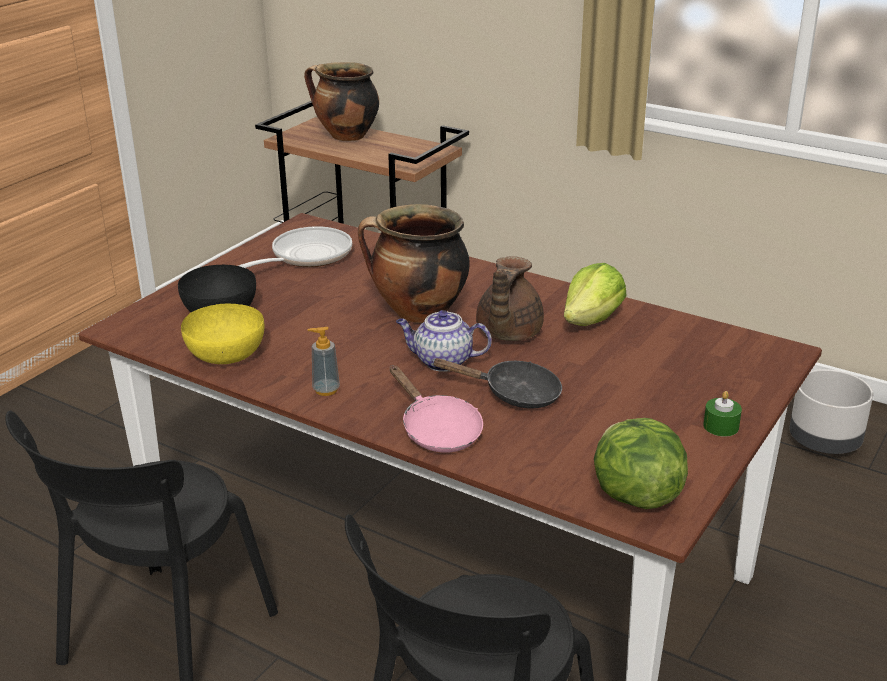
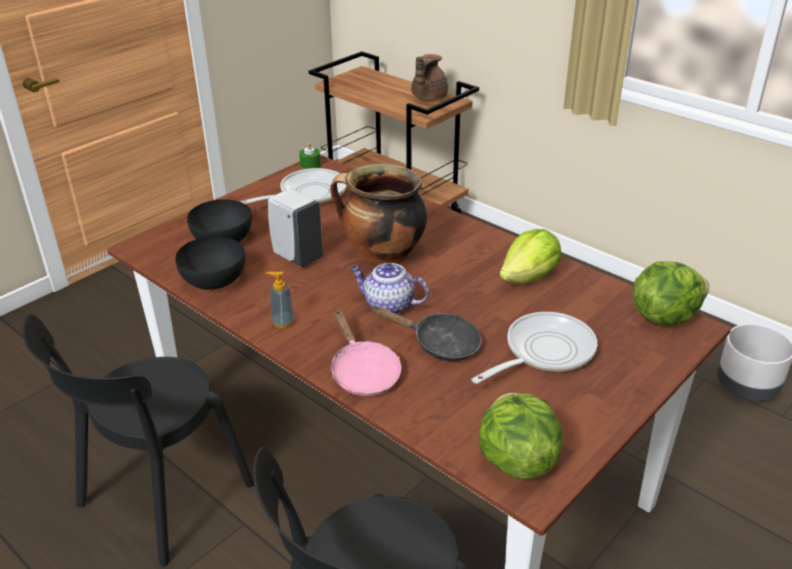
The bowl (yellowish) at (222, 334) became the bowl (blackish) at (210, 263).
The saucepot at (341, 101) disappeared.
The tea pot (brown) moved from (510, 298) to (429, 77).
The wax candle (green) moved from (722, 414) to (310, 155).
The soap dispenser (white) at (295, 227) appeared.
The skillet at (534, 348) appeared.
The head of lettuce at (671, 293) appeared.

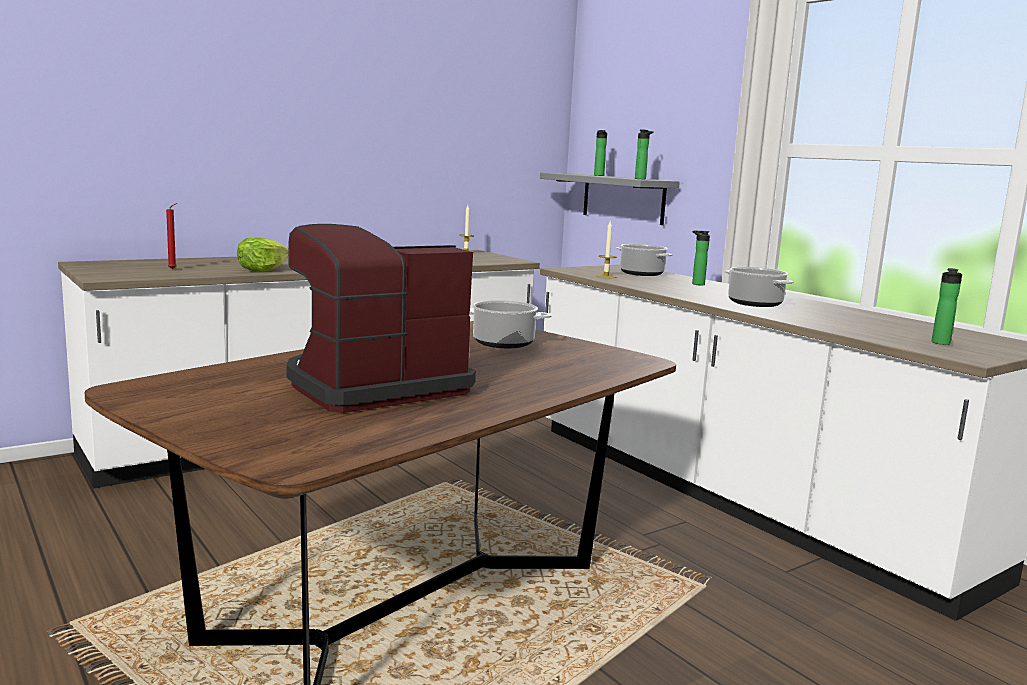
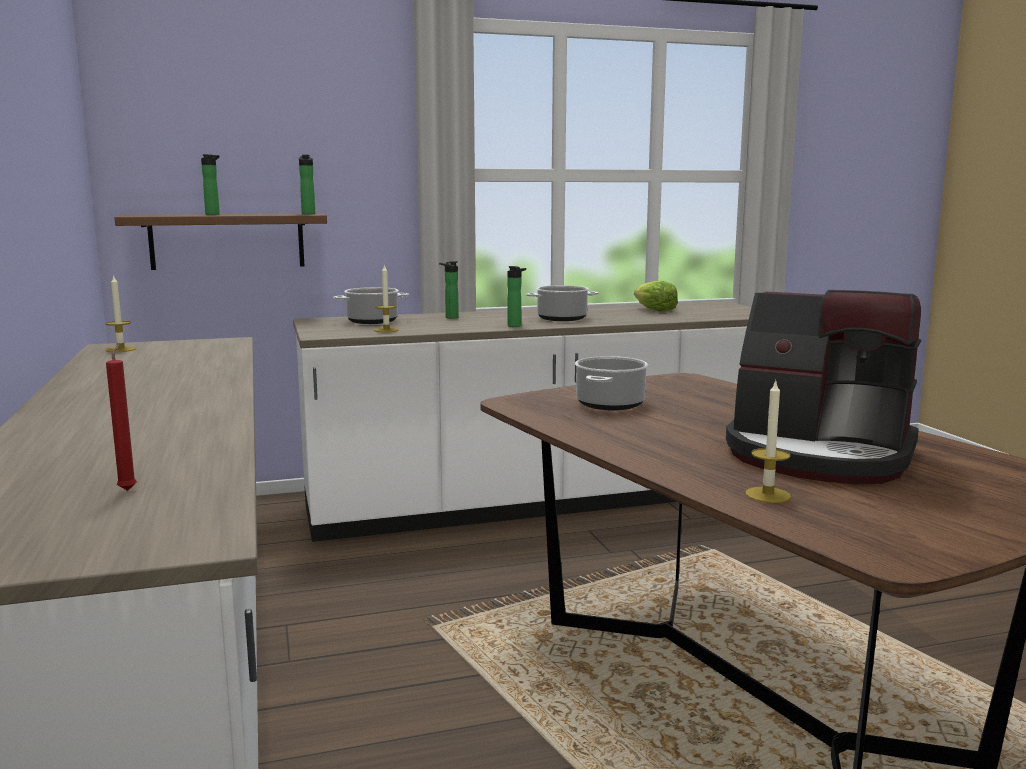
The head of lettuce moved from (263, 254) to (656, 296).
The coffee machine at (381, 318) turned 45 degrees counterclockwise.
The bracket shelf (grey) at (610, 199) became the bracket shelf (brown) at (220, 241).
The beverage bottle moved from (946, 306) to (516, 296).
The wax candle at (768, 441) appeared.

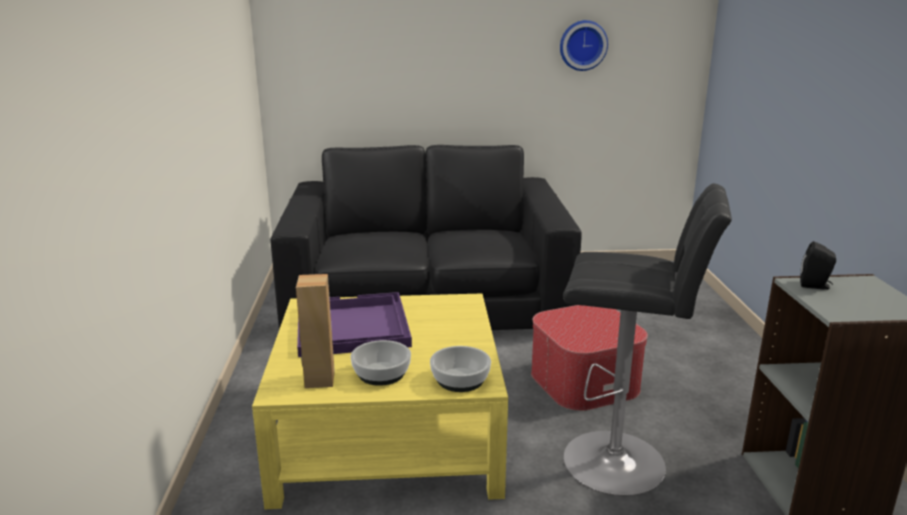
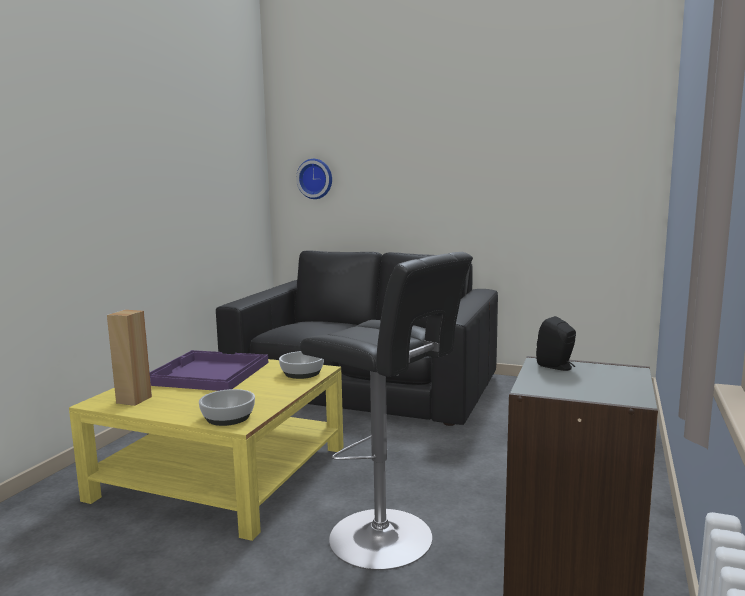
The bowl moved from (381, 363) to (301, 365).
The pouffe at (589, 358) disappeared.
The clock on the wall moved from (584, 45) to (314, 179).

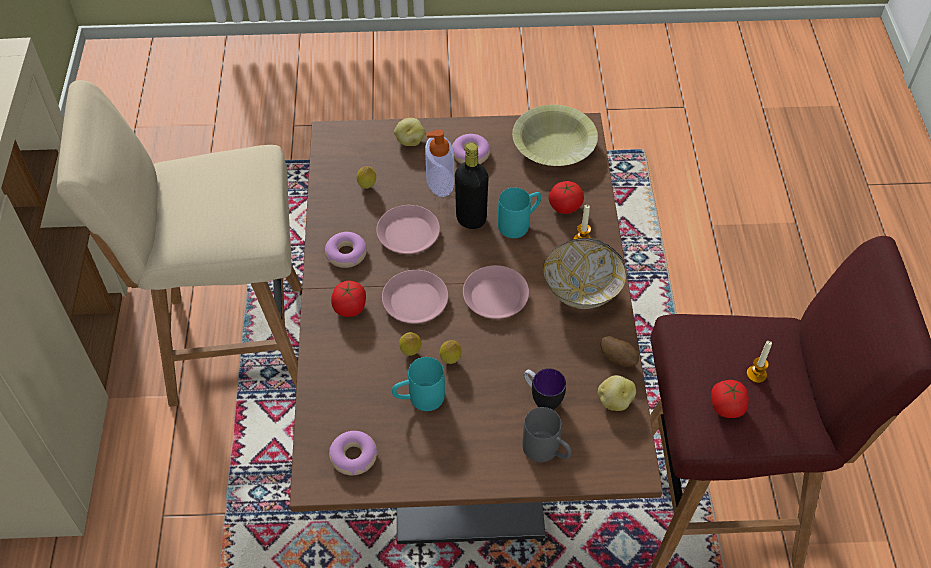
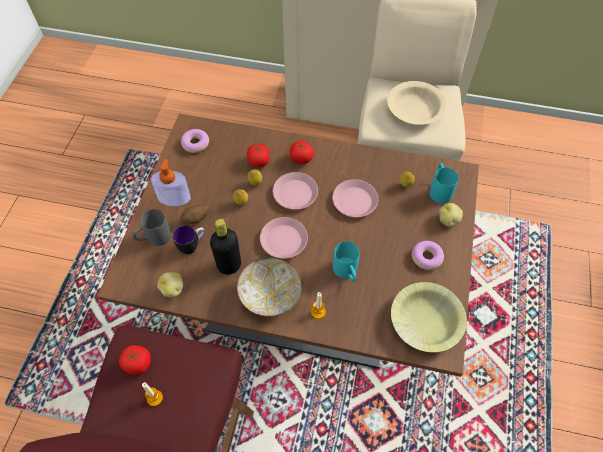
The donut at (346, 250) disappeared.
The tea mug (turquoise-coloured) moved from (418, 384) to (444, 183).
The soap dispenser moved from (439, 163) to (171, 182).
The beverage bottle (blackish) moved from (471, 186) to (225, 247).
The fresh tomato moved from (566, 197) to (258, 155).
The potato moved from (619, 351) to (194, 214).
The bowl (sand-coloured) at (417, 103) appeared.

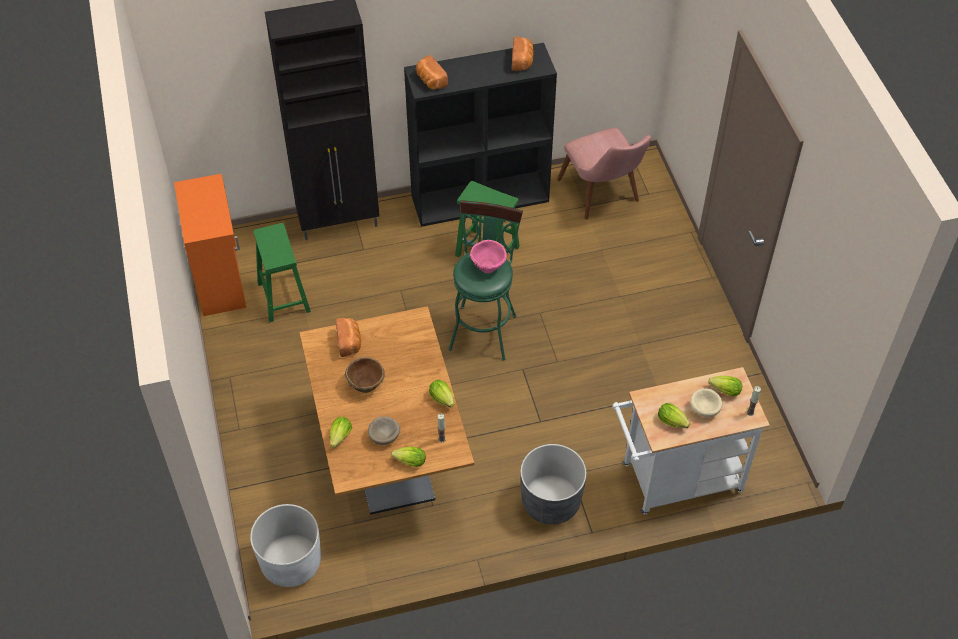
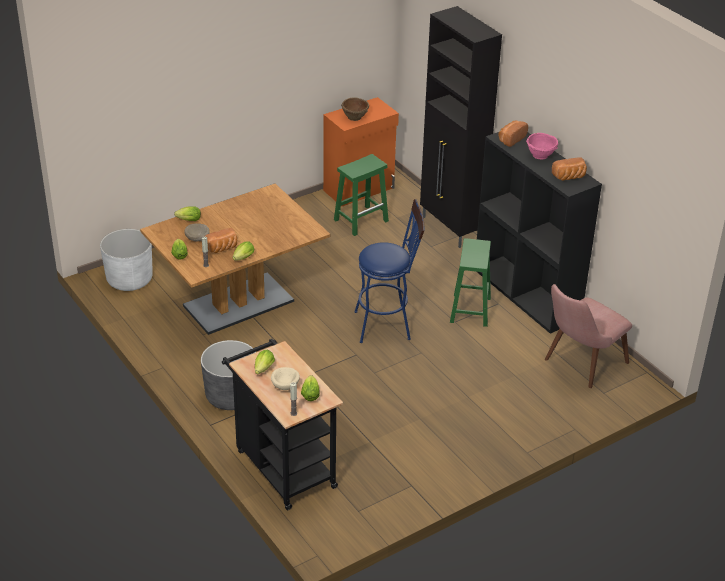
The bread moved from (348, 337) to (221, 240).
The bowl (brown) moved from (365, 375) to (355, 109).
The sitting stool (green) at (486, 280) became the sitting stool (blue-coloured) at (389, 271).
The bowl (pinkish) moved from (488, 256) to (542, 146).
The trolley (white) at (691, 441) became the trolley (blackish) at (282, 424).

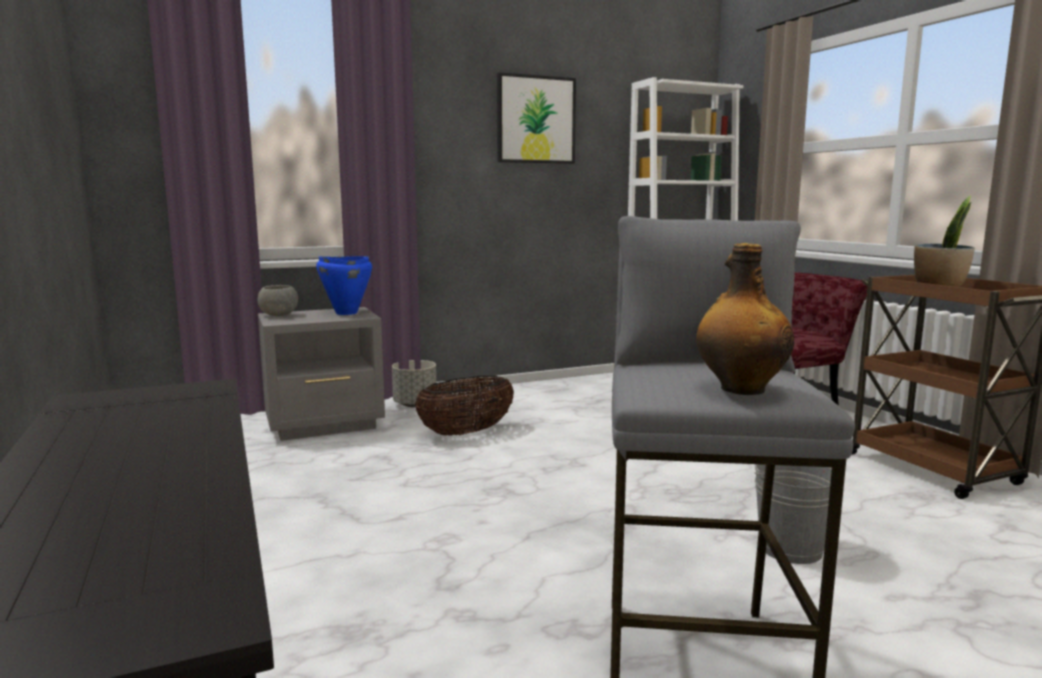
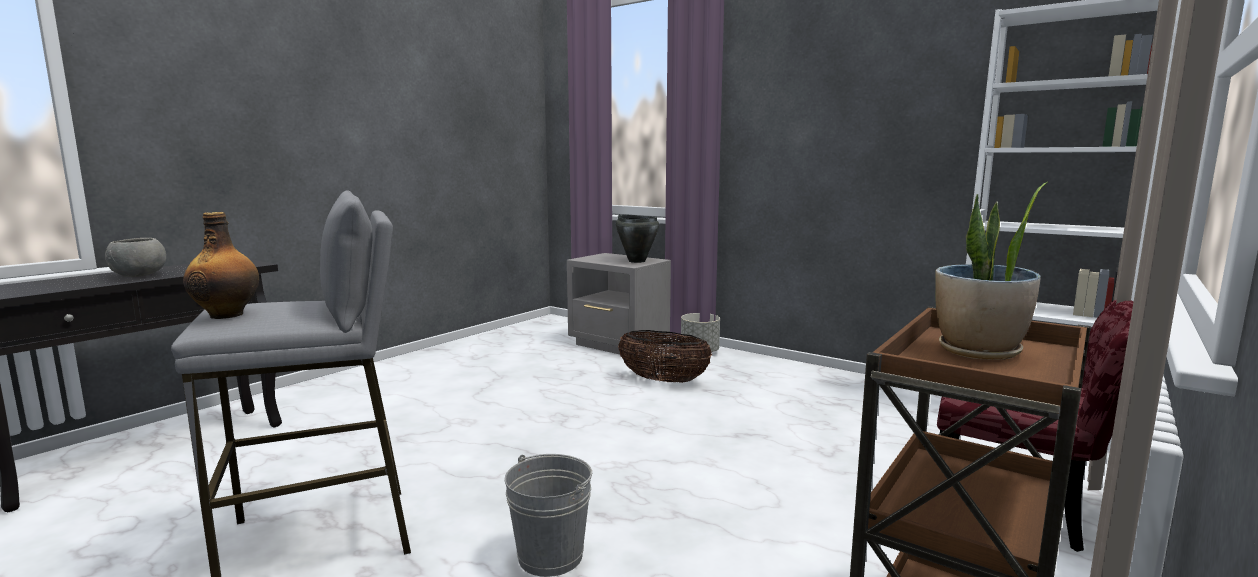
The bowl (grey) moved from (278, 300) to (135, 257).
The saucepot (blue-coloured) at (344, 285) became the saucepot (blackish) at (637, 238).
The picture at (536, 118) disappeared.

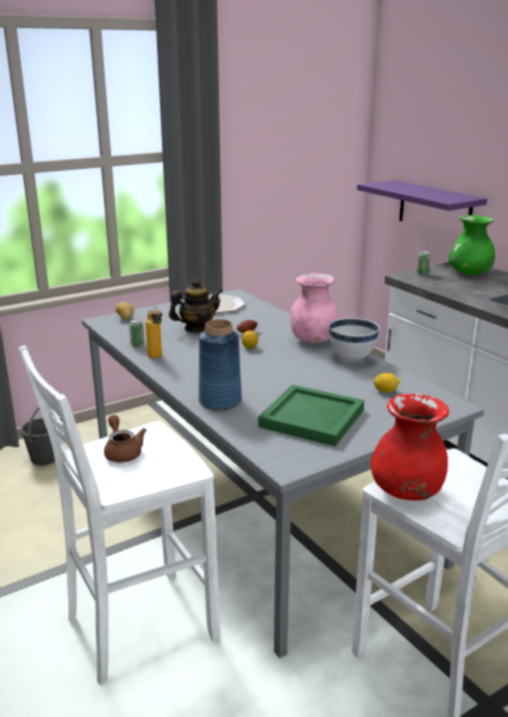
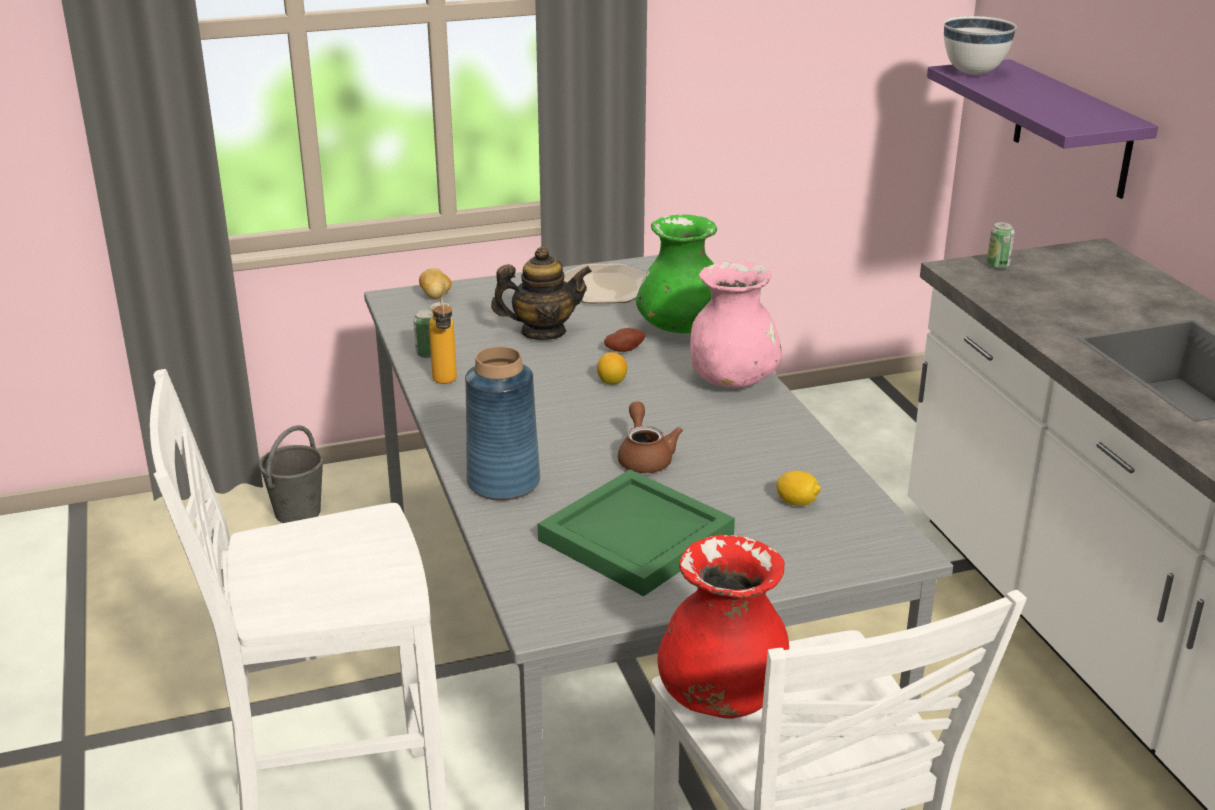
The tea pot (brown) moved from (125, 438) to (650, 437).
The bowl (white) moved from (354, 339) to (980, 45).
The flower vase (green) moved from (472, 245) to (676, 274).

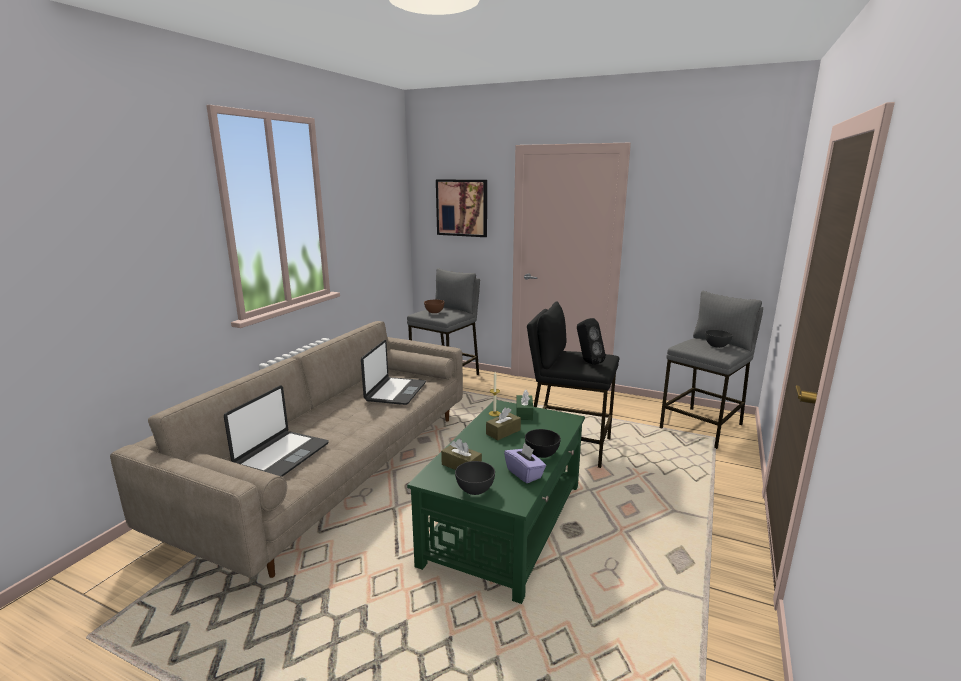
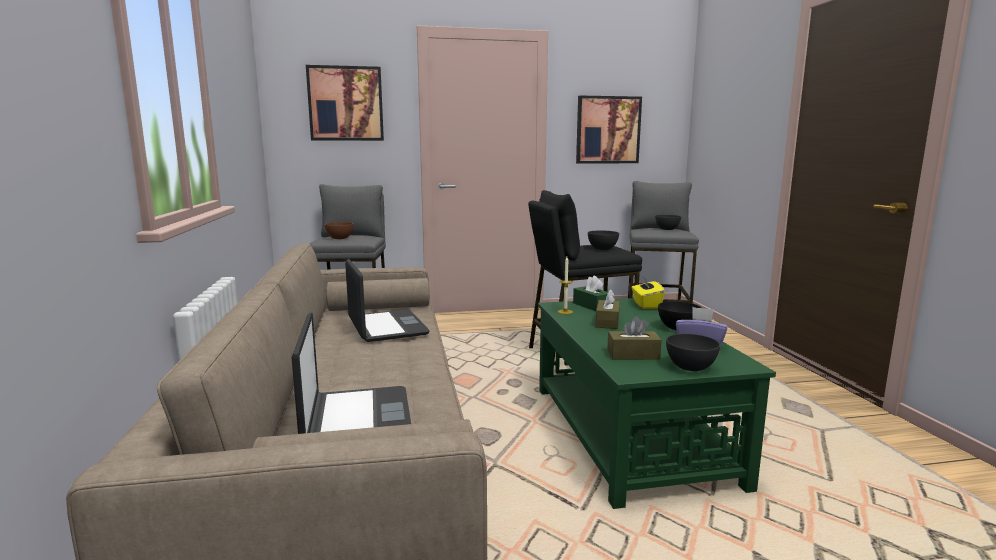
The speaker (blackish) at (591, 341) was replaced by the bowl (grey) at (603, 240).
The picture at (609, 130) appeared.
The box of tissues (yellowish) at (648, 292) appeared.

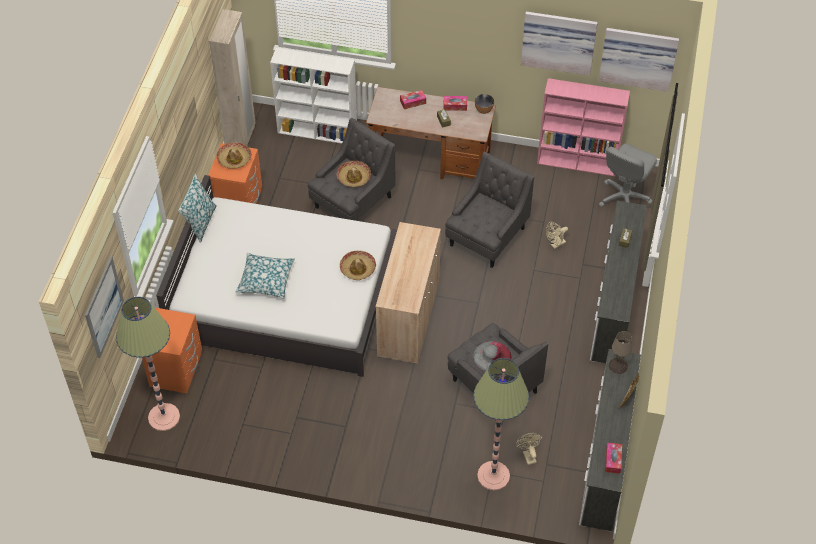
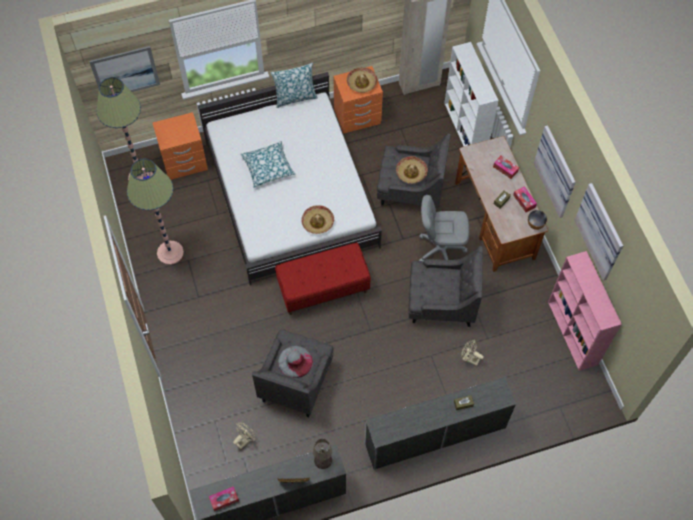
The cabinet (sand-coloured) at (408, 293) was replaced by the long seat (red) at (323, 279).
The standard lamp moved from (501, 424) to (155, 212).
The picture moved from (639, 60) to (555, 171).
The desk chair (grey) moved from (628, 175) to (444, 228).

